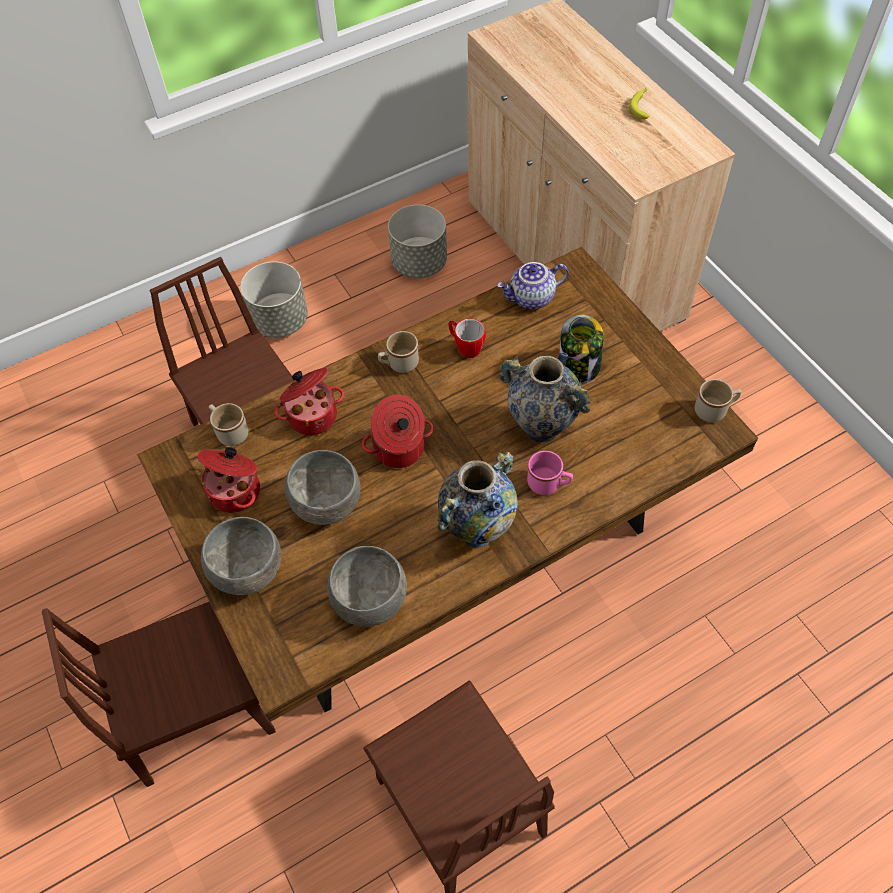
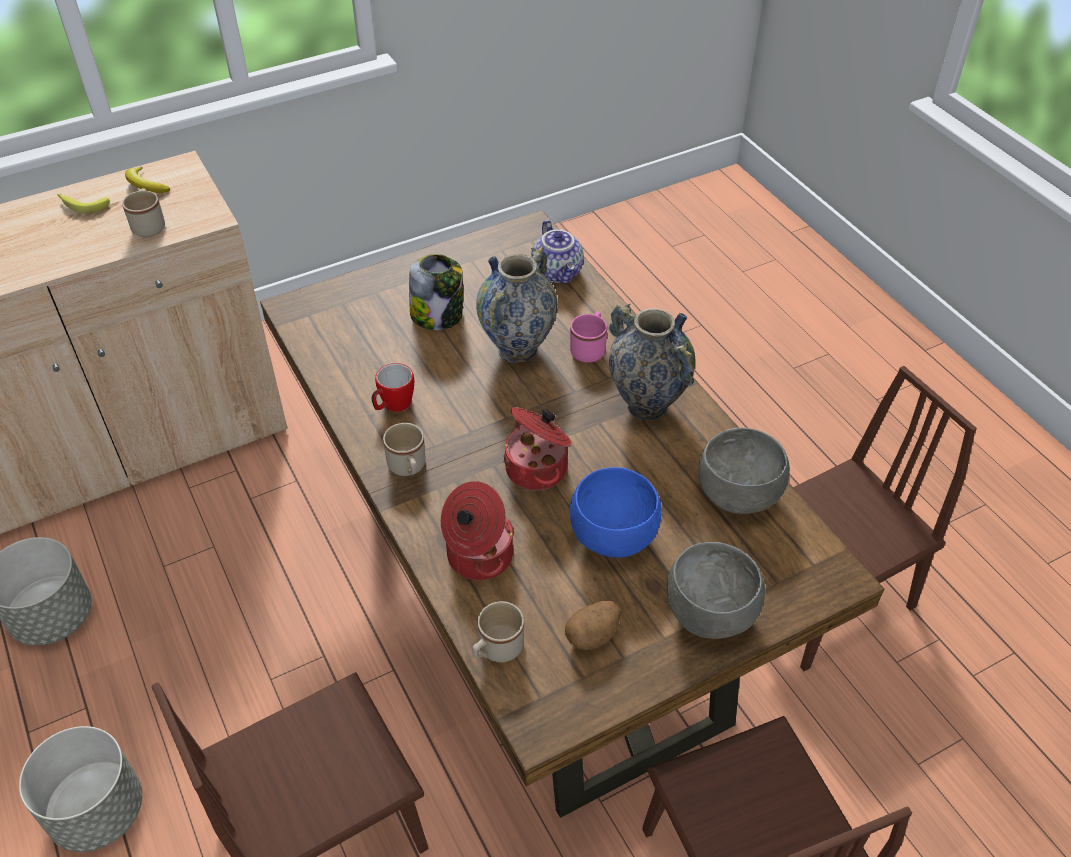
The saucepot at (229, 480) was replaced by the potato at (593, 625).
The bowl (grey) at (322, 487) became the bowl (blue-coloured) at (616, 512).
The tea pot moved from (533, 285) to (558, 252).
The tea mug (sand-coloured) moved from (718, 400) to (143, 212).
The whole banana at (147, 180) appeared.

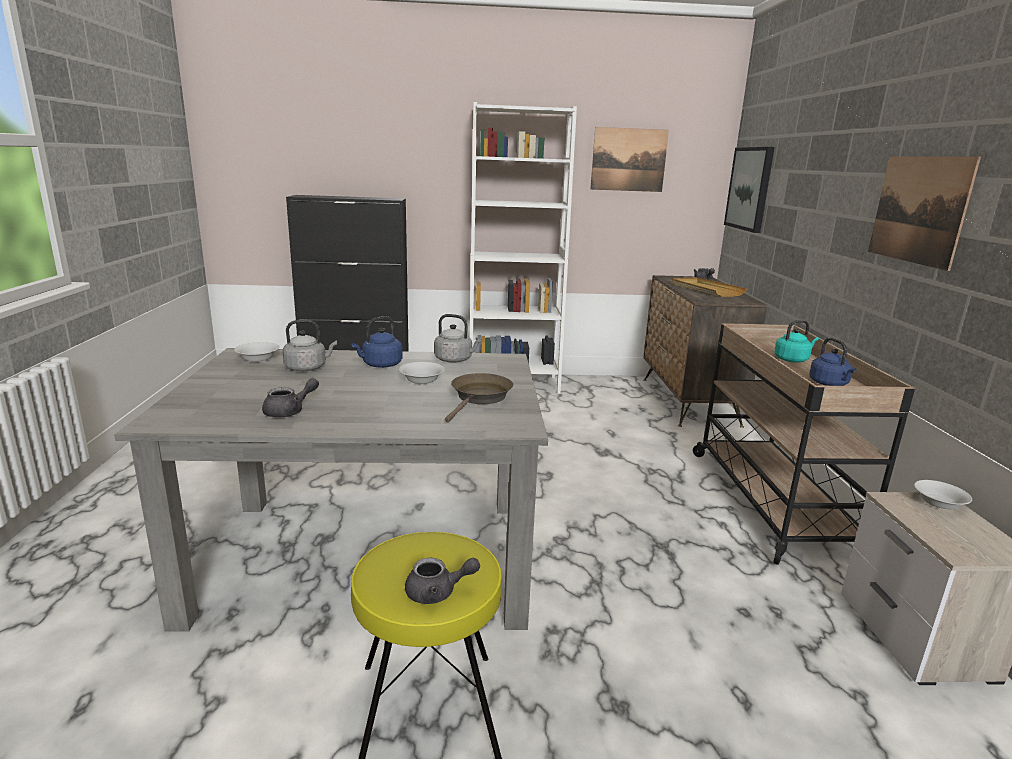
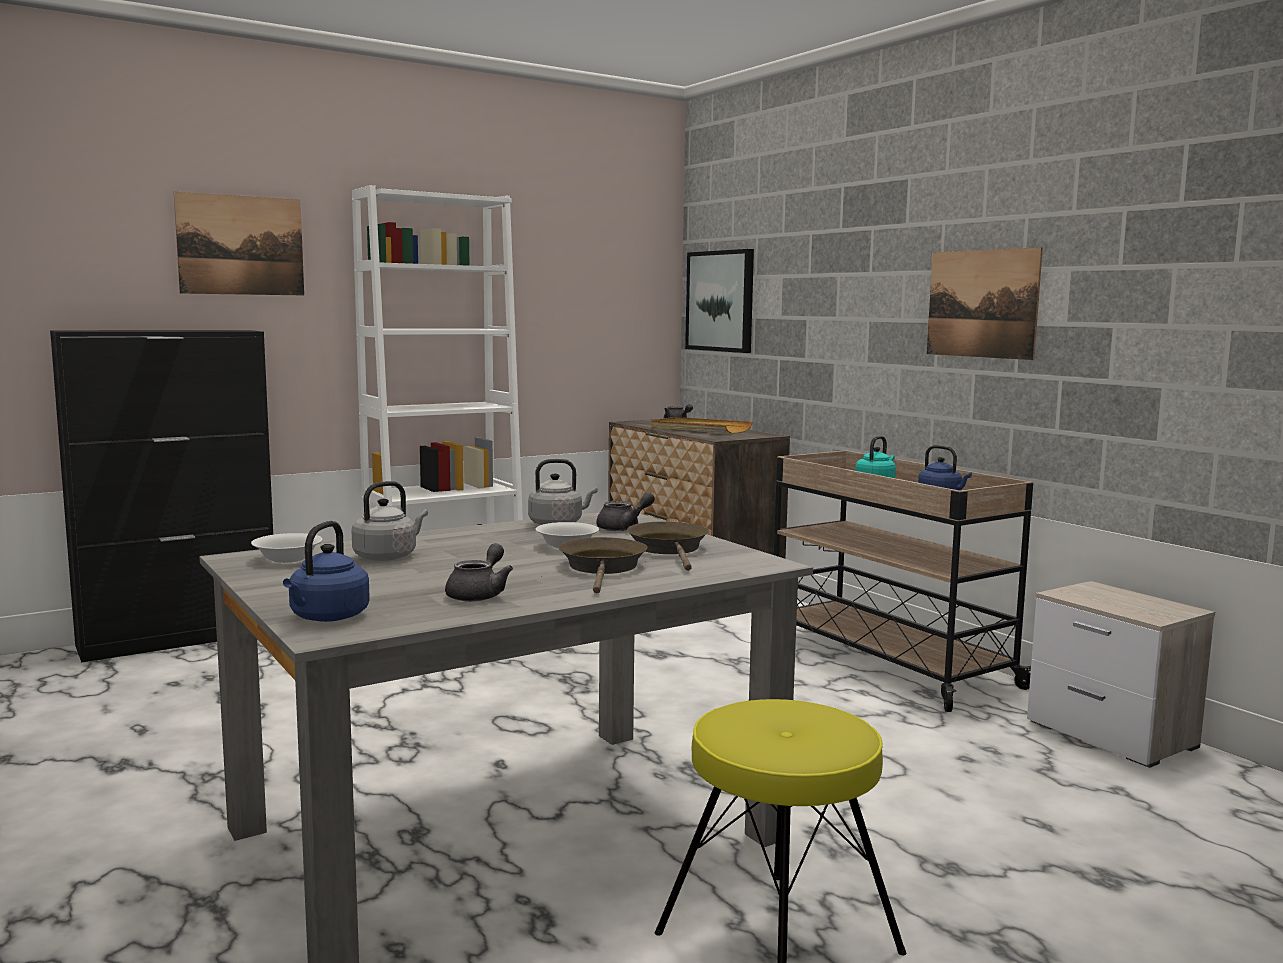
The water kettle (blue-coloured) moved from (377, 342) to (326, 571).
The tea pot (grey) moved from (442, 581) to (625, 511).
The picture moved from (629, 159) to (239, 243).
The bowl (white) at (943, 495) disappeared.
The skillet (brown) at (603, 565) appeared.

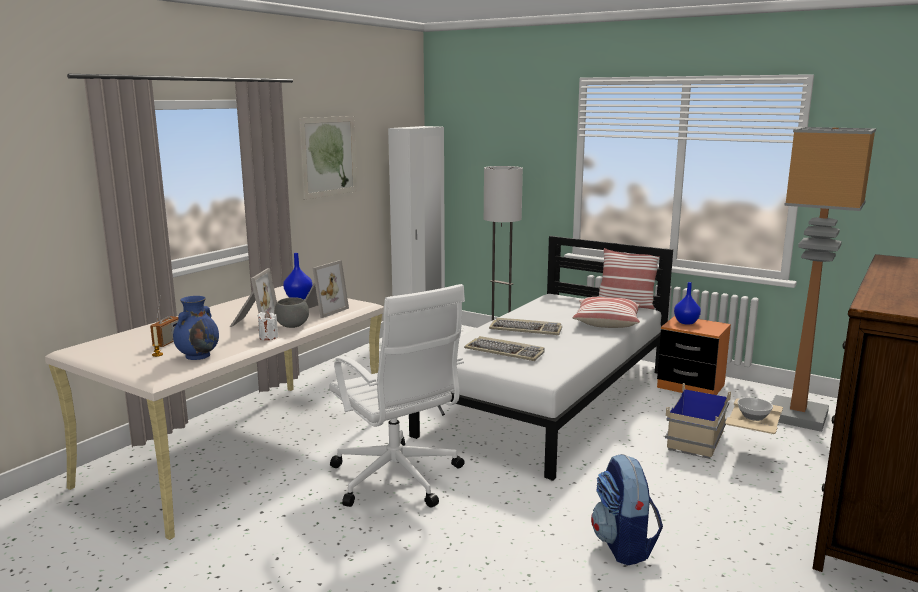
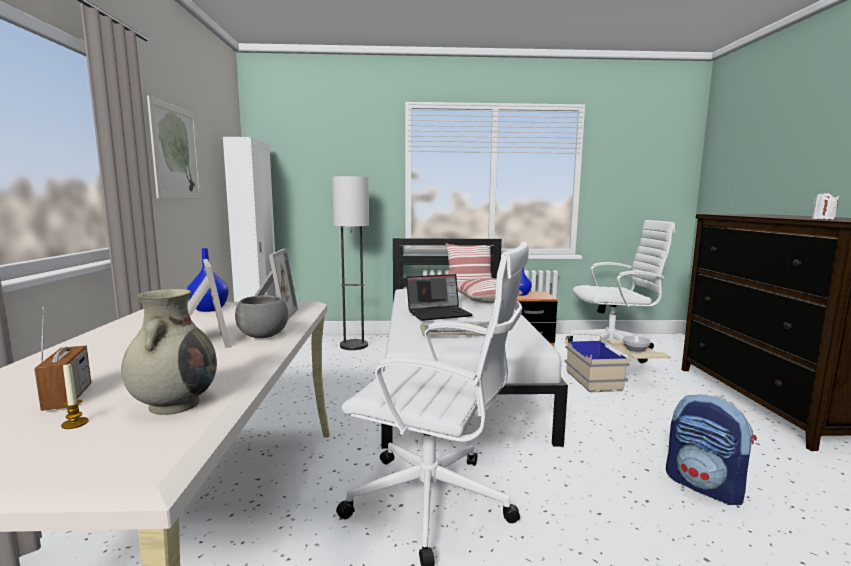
The flower vase (blue-coloured) at (196, 328) became the flower vase (sand-coloured) at (169, 352).
The wax candle (white) moved from (268, 325) to (825, 205).
The PC keyboard at (525, 326) was replaced by the portable computer at (439, 297).
The standard lamp at (823, 279) was replaced by the desk chair (white) at (620, 291).

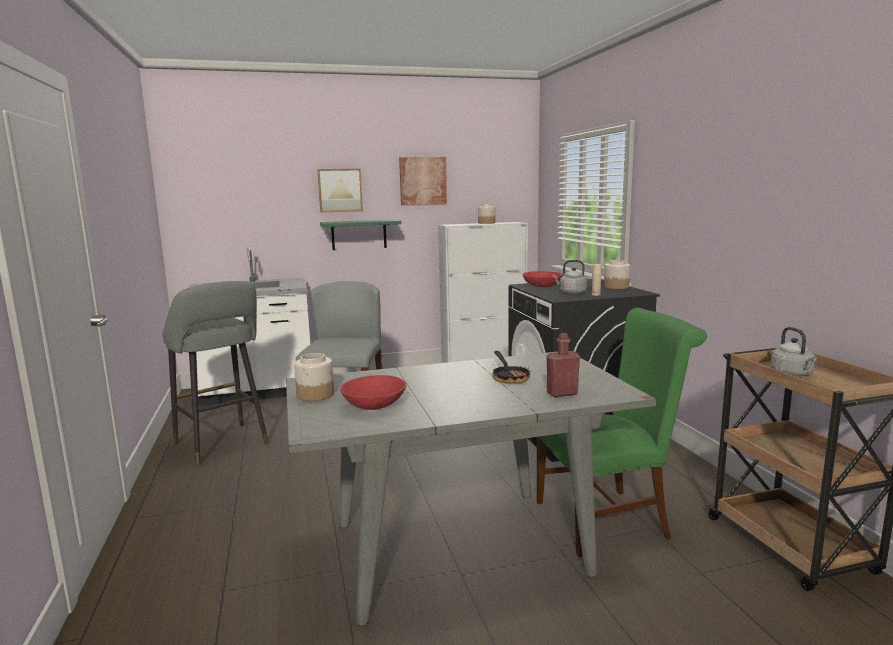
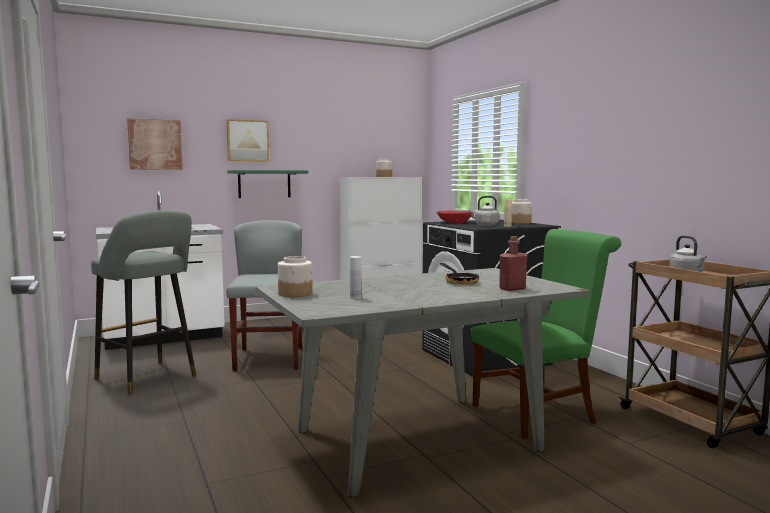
The bowl (red) at (373, 392) was replaced by the beverage bottle (white) at (355, 277).
The picture moved from (423, 181) to (155, 144).

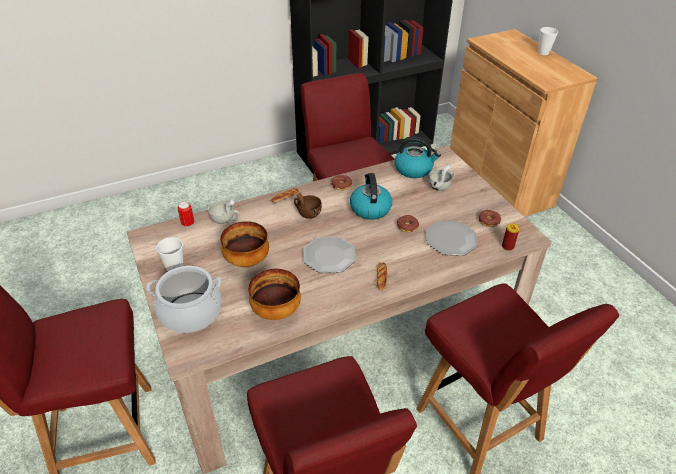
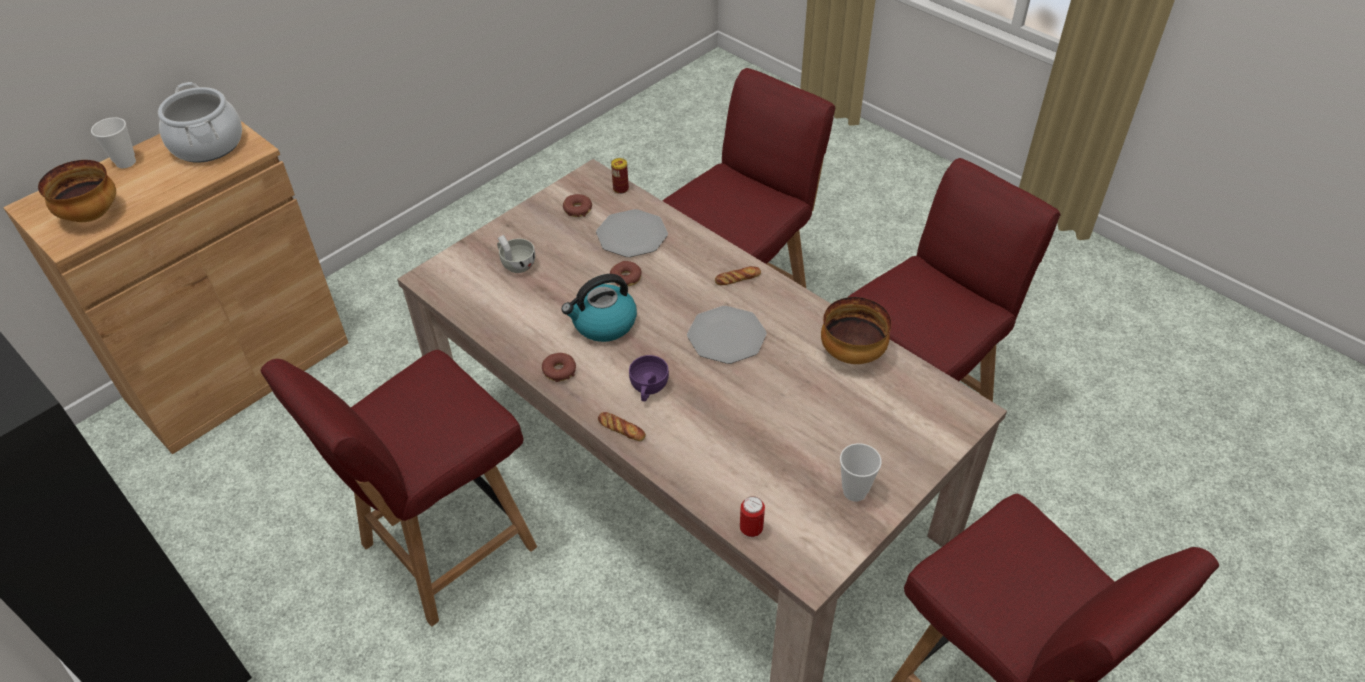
The saucepot moved from (183, 299) to (200, 122).
The cup (white) at (224, 212) disappeared.
The bowl moved from (244, 244) to (77, 191).
The cup (brown) at (308, 206) became the cup (purple-coloured) at (649, 378).
The water kettle at (418, 157) disappeared.

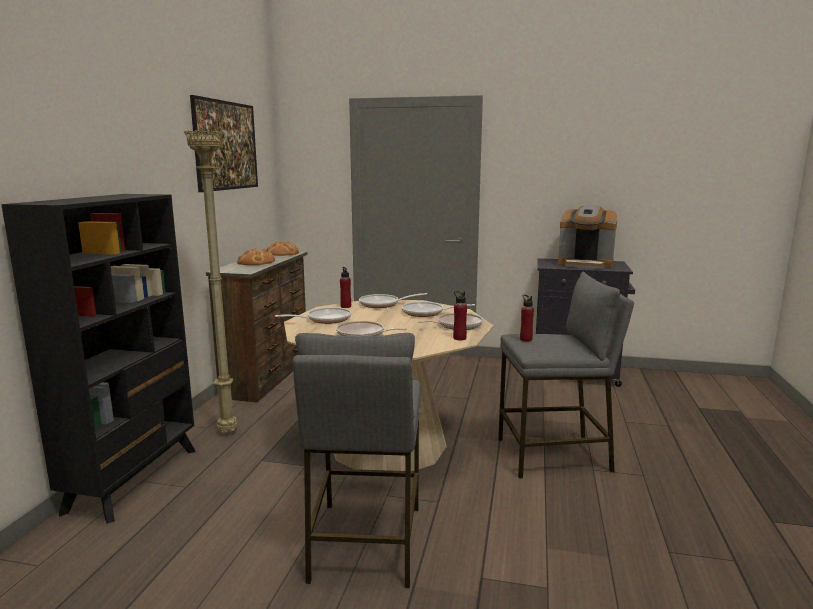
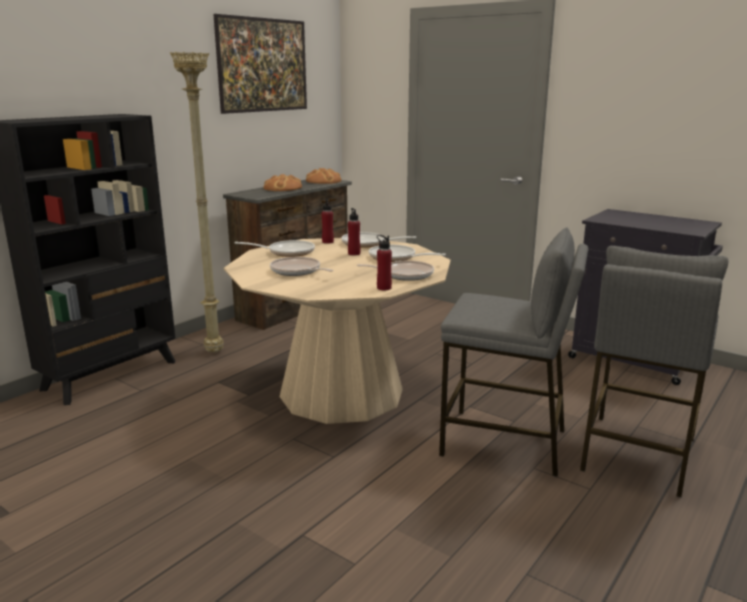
The sitting stool (grey) moved from (357, 460) to (654, 372).
The beverage bottle (red) moved from (527, 318) to (354, 231).
The coffee machine at (587, 237) disappeared.

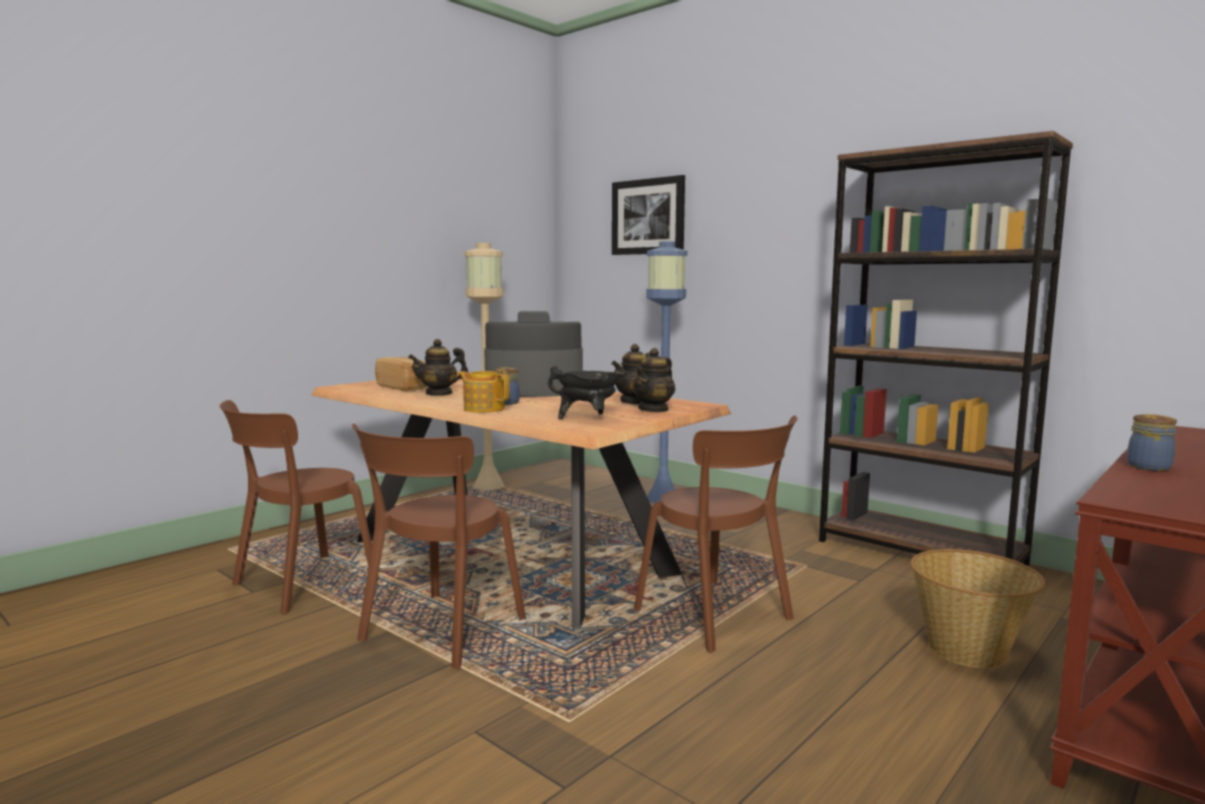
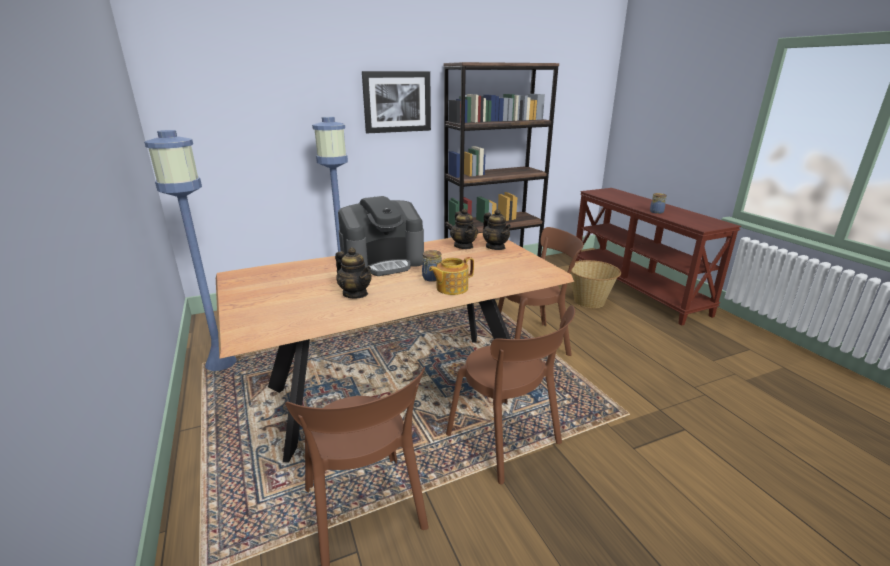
The bread at (401, 374) disappeared.
The tea pot at (438, 367) turned 45 degrees counterclockwise.
The standard lamp (sand-coloured) at (484, 366) became the standard lamp (blue-coloured) at (190, 250).
The coffee machine at (533, 354) turned 135 degrees counterclockwise.
The saucepot (blackish) at (585, 392) disappeared.
The picture moved from (648, 215) to (396, 102).

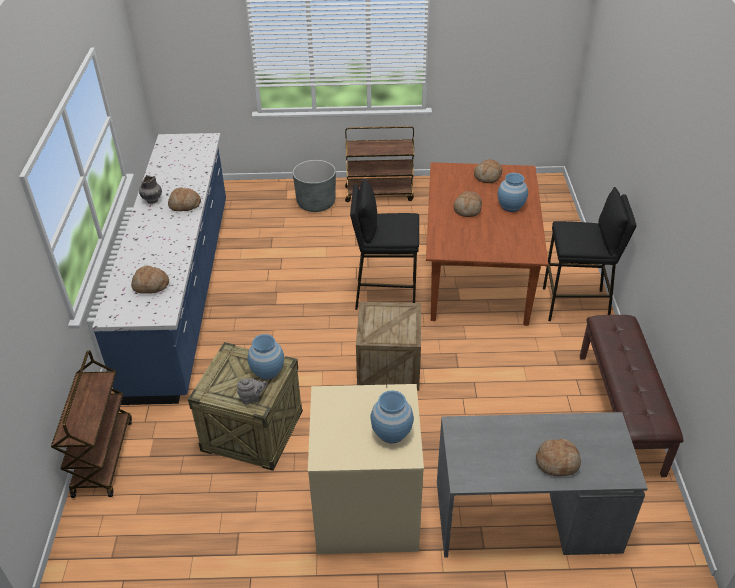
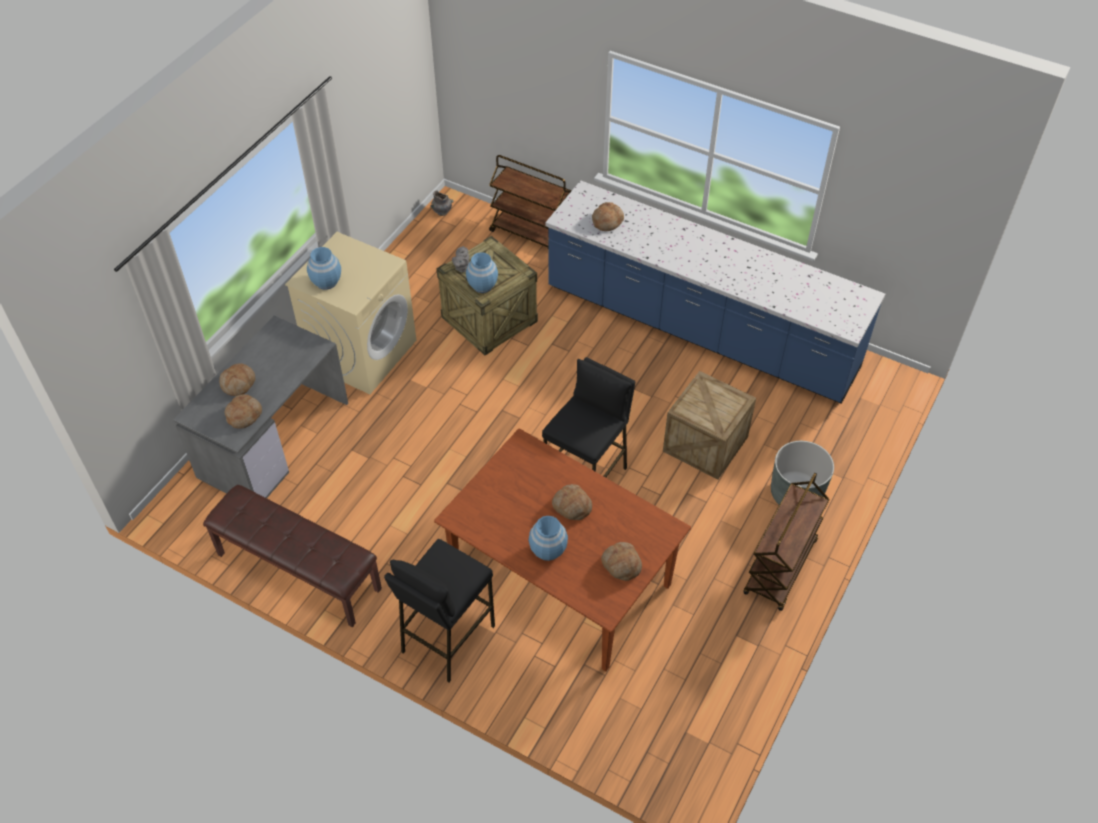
The flower vase (grey) moved from (150, 189) to (442, 203).
The bread moved from (184, 199) to (243, 411).
The packing crate moved from (388, 346) to (709, 425).

